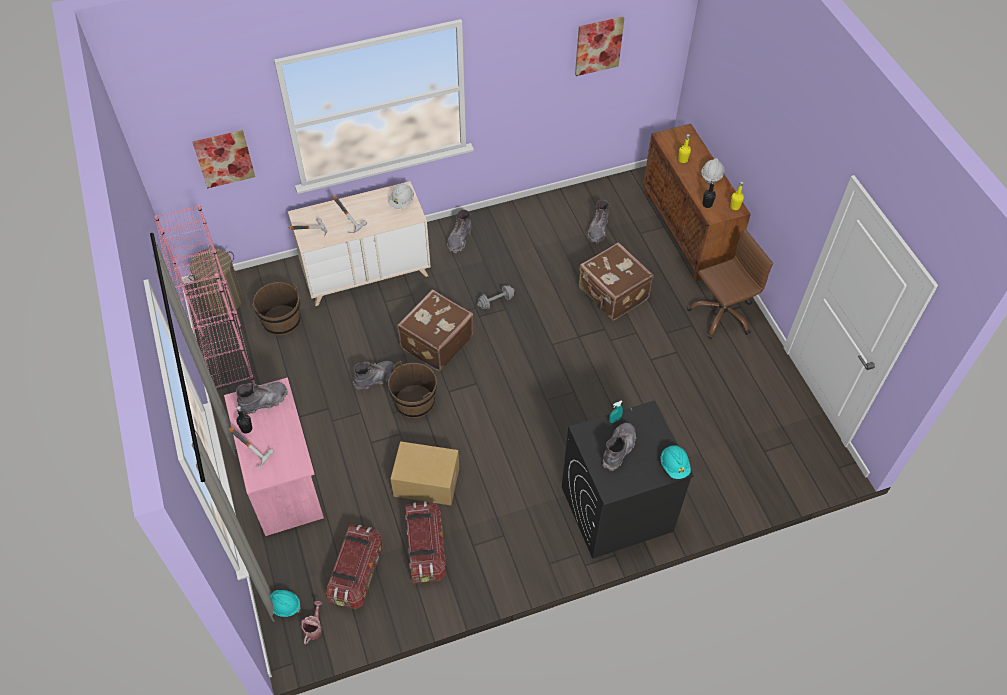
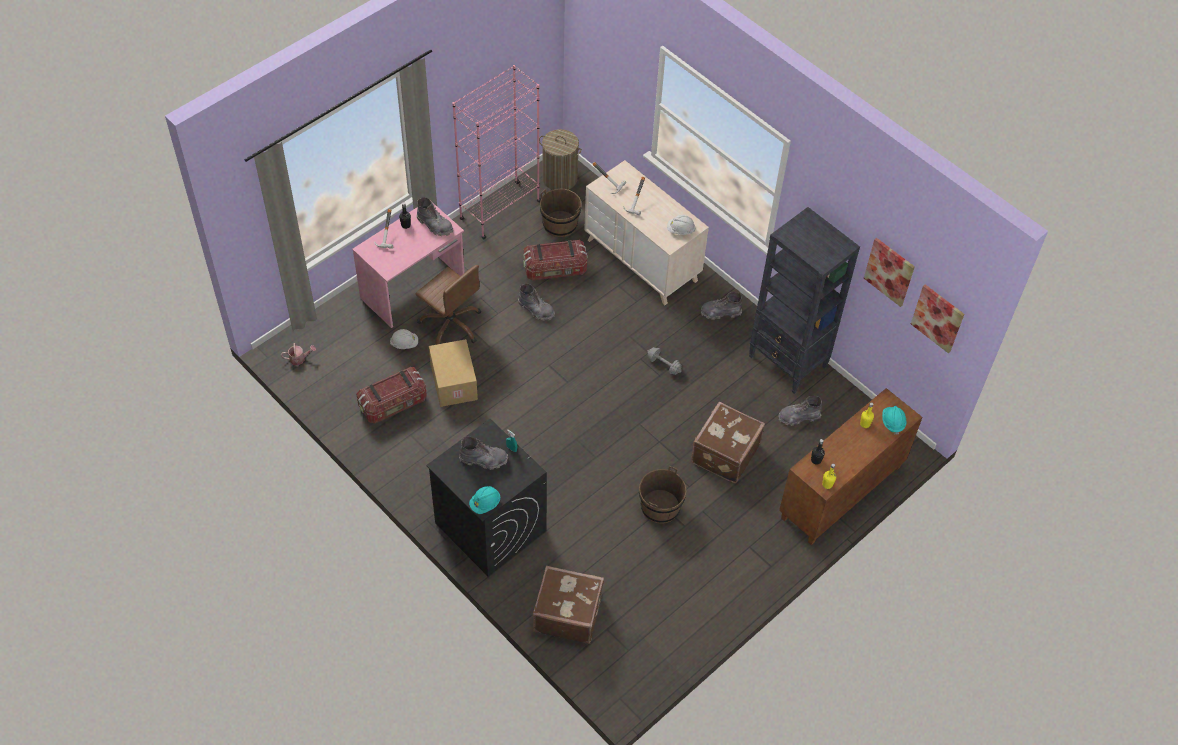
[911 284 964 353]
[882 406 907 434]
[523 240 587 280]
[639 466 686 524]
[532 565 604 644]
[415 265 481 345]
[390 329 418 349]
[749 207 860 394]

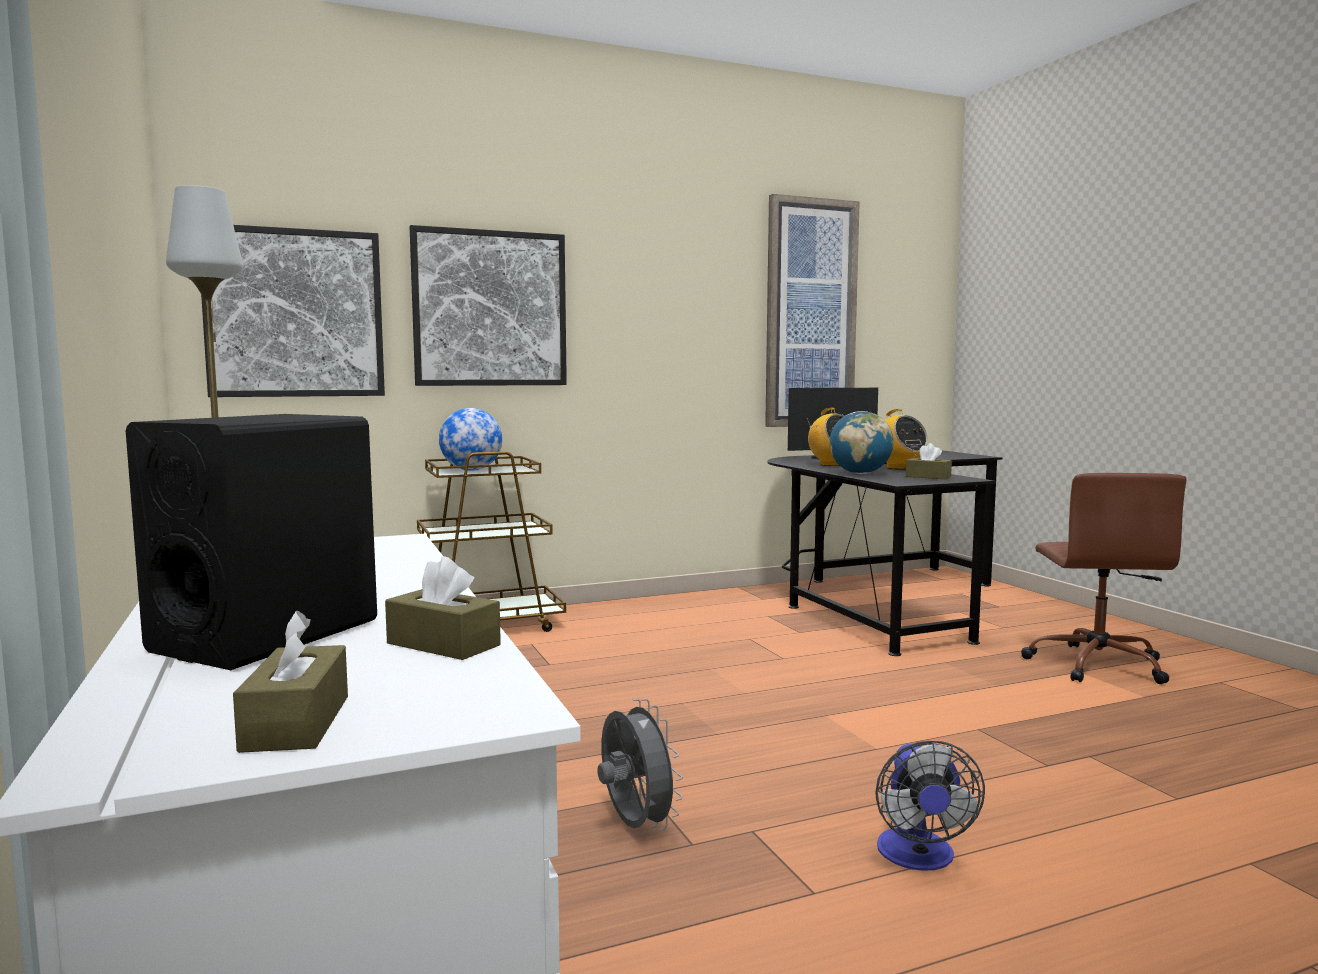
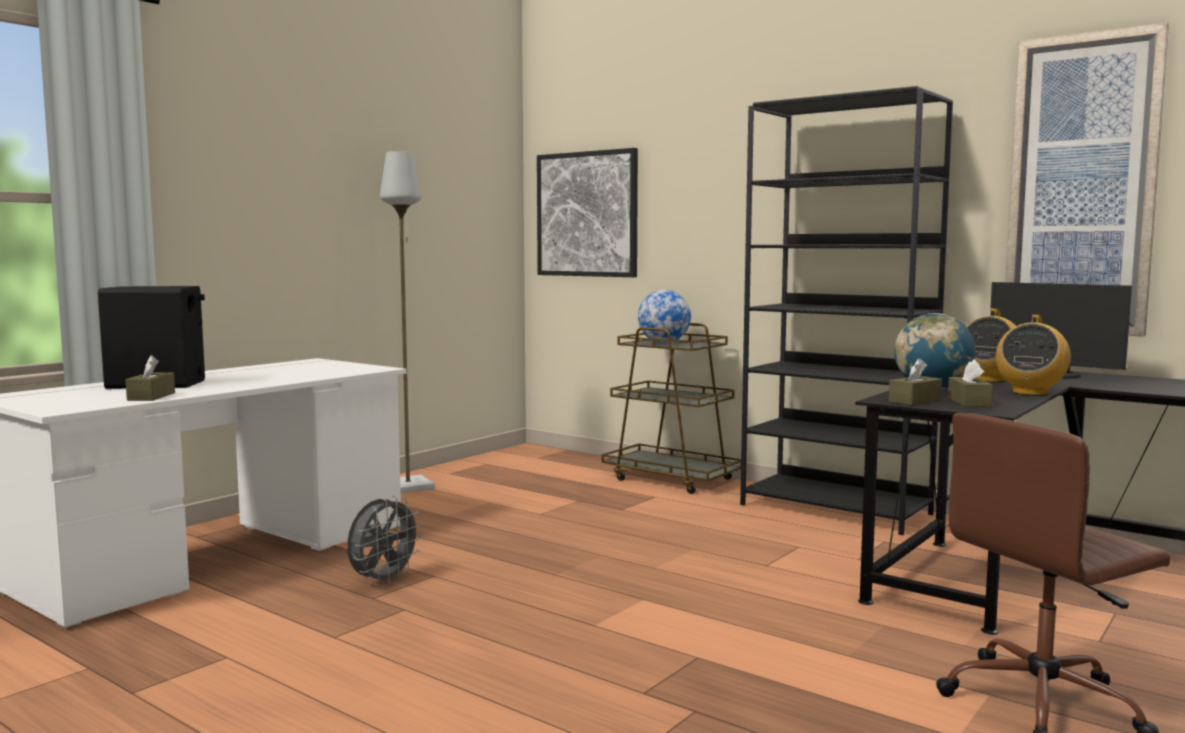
[889 358 942 405]
[410 225 567 386] (first image)
[875 741 985 871] (first image)
[740 86 953 535]

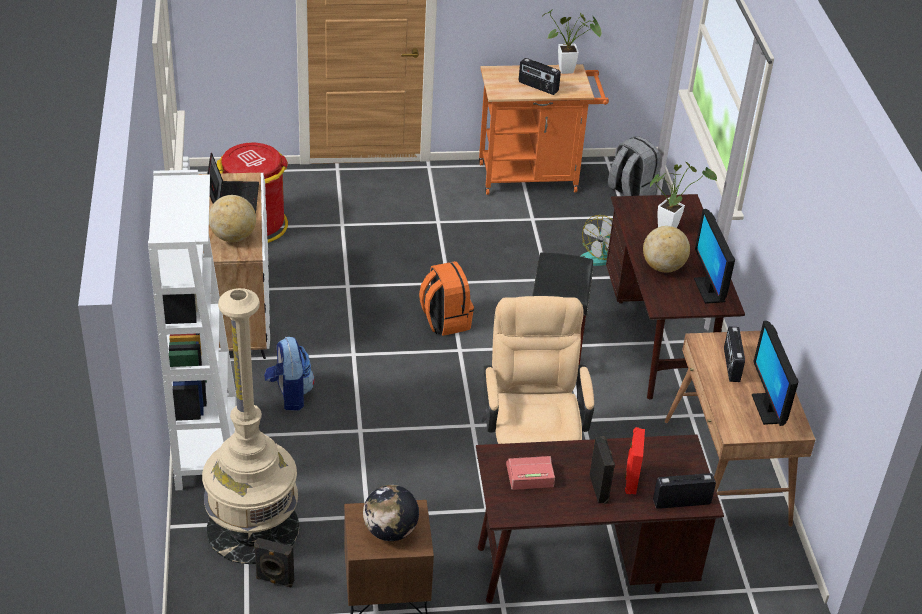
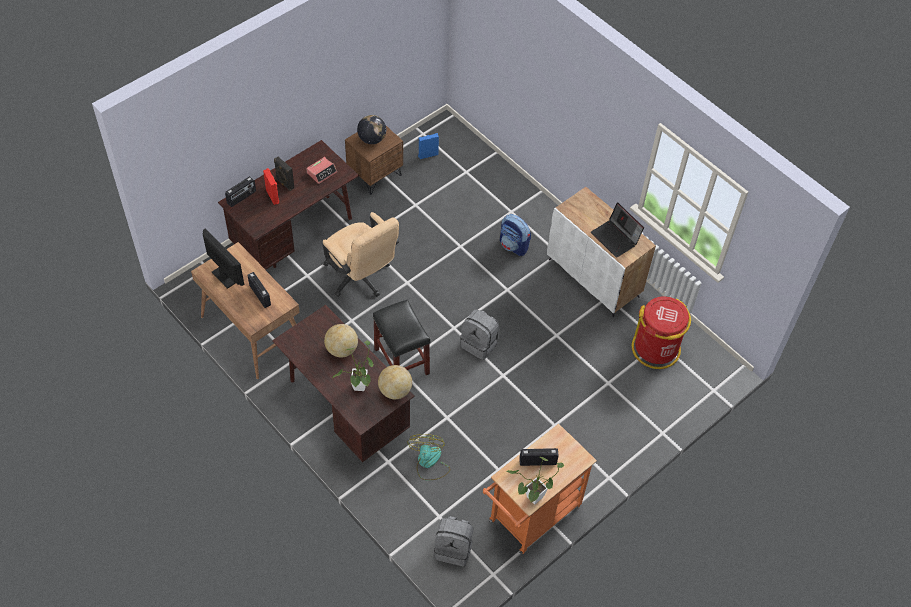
[148 170 237 490] (first image)
[202 288 299 564] (first image)
[378 365 412 399]
[418 133 439 159]
[460 309 499 360]
[694 209 735 304] (first image)

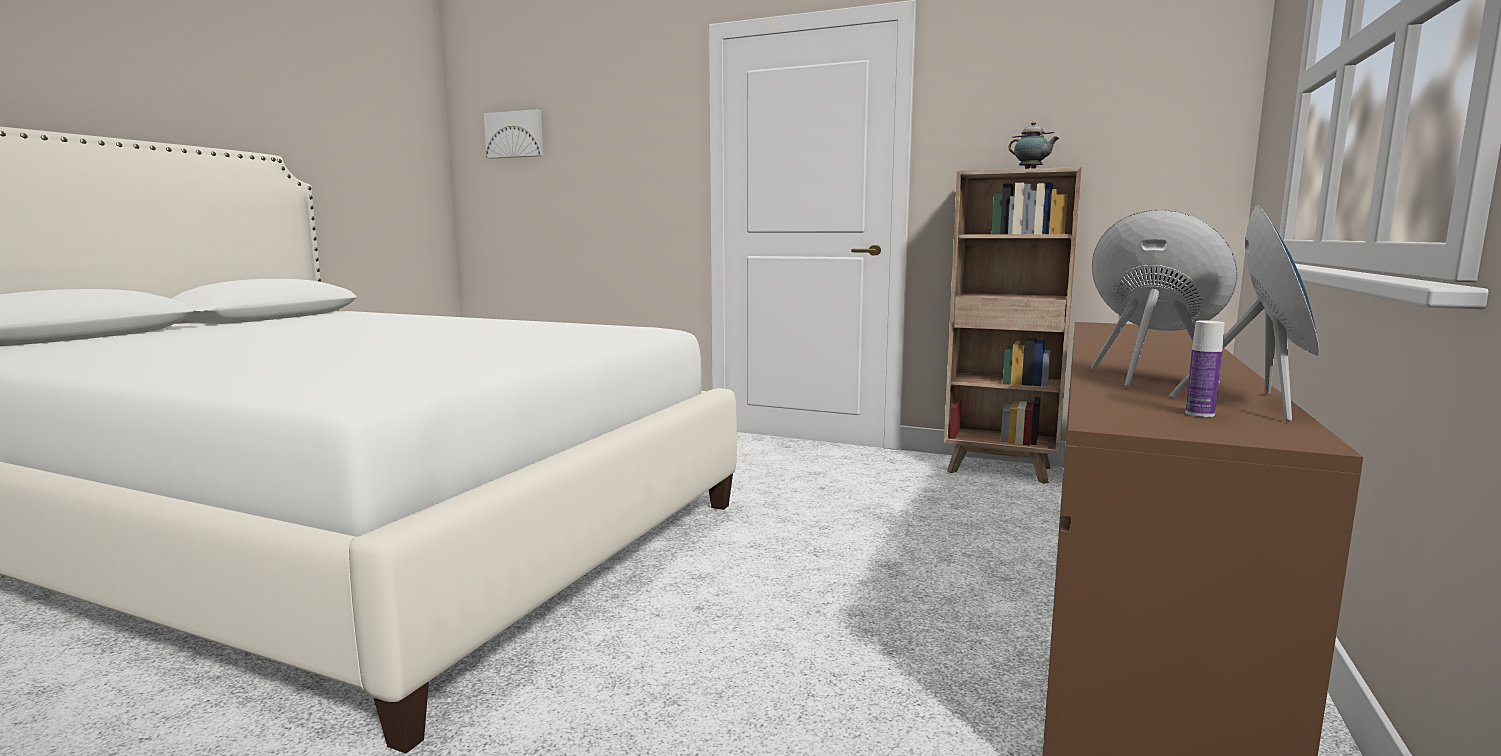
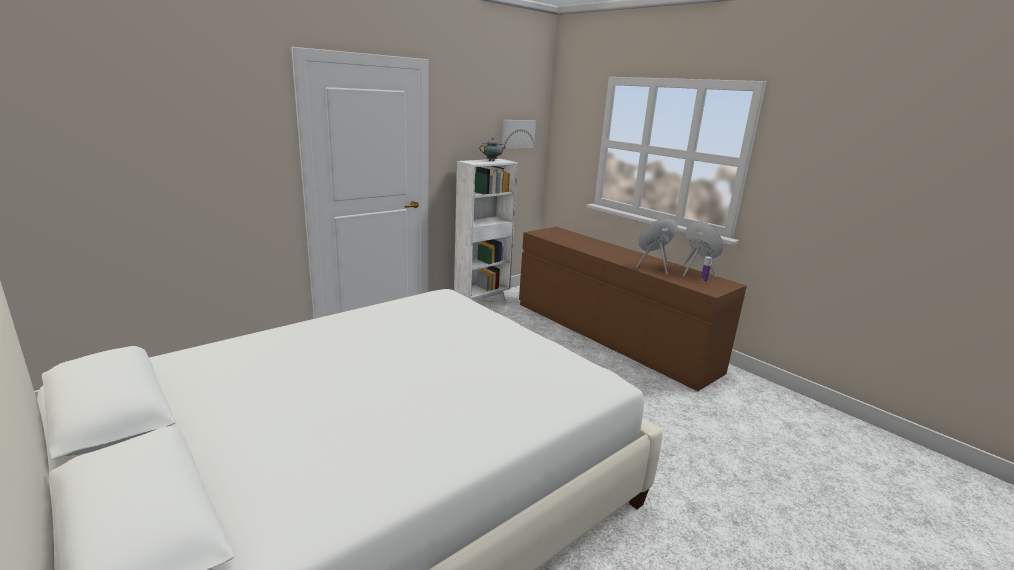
[502 120 536 149]
[454 159 518 304]

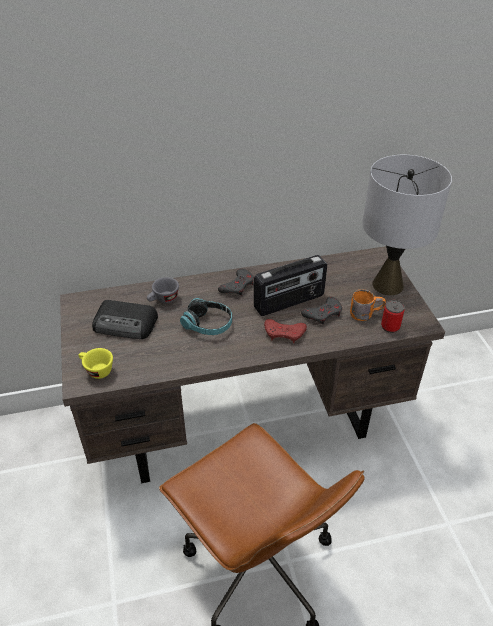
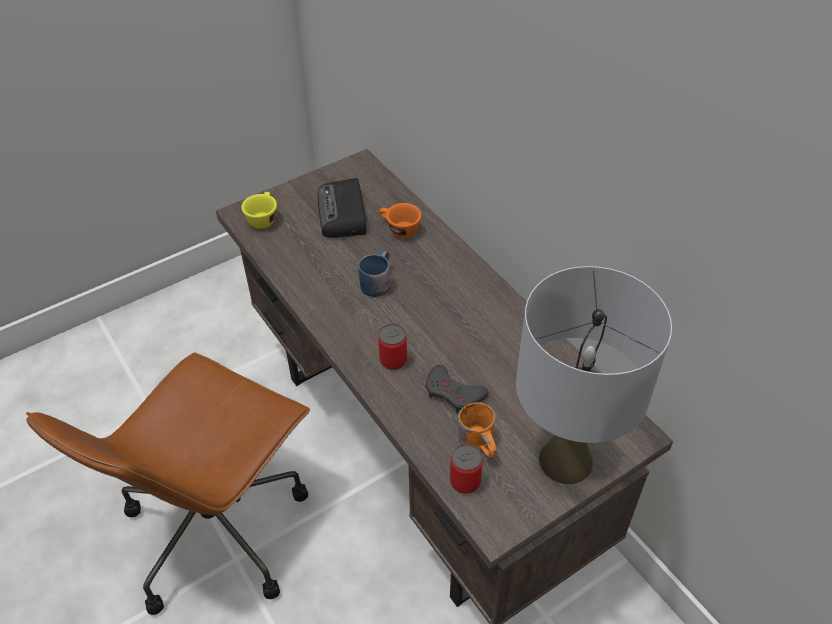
[379 203 422 238]
[358 249 390 297]
[218 269 254 296] (first image)
[254 255 327 316] (first image)
[378 324 407 370]

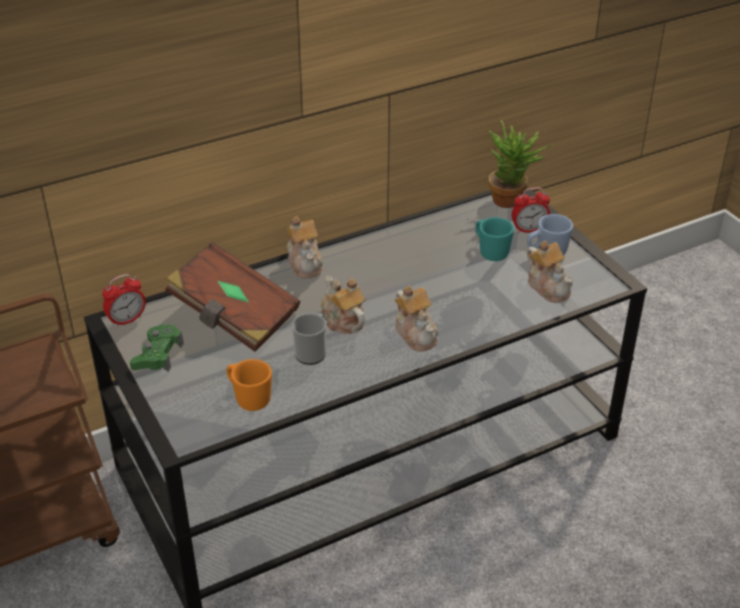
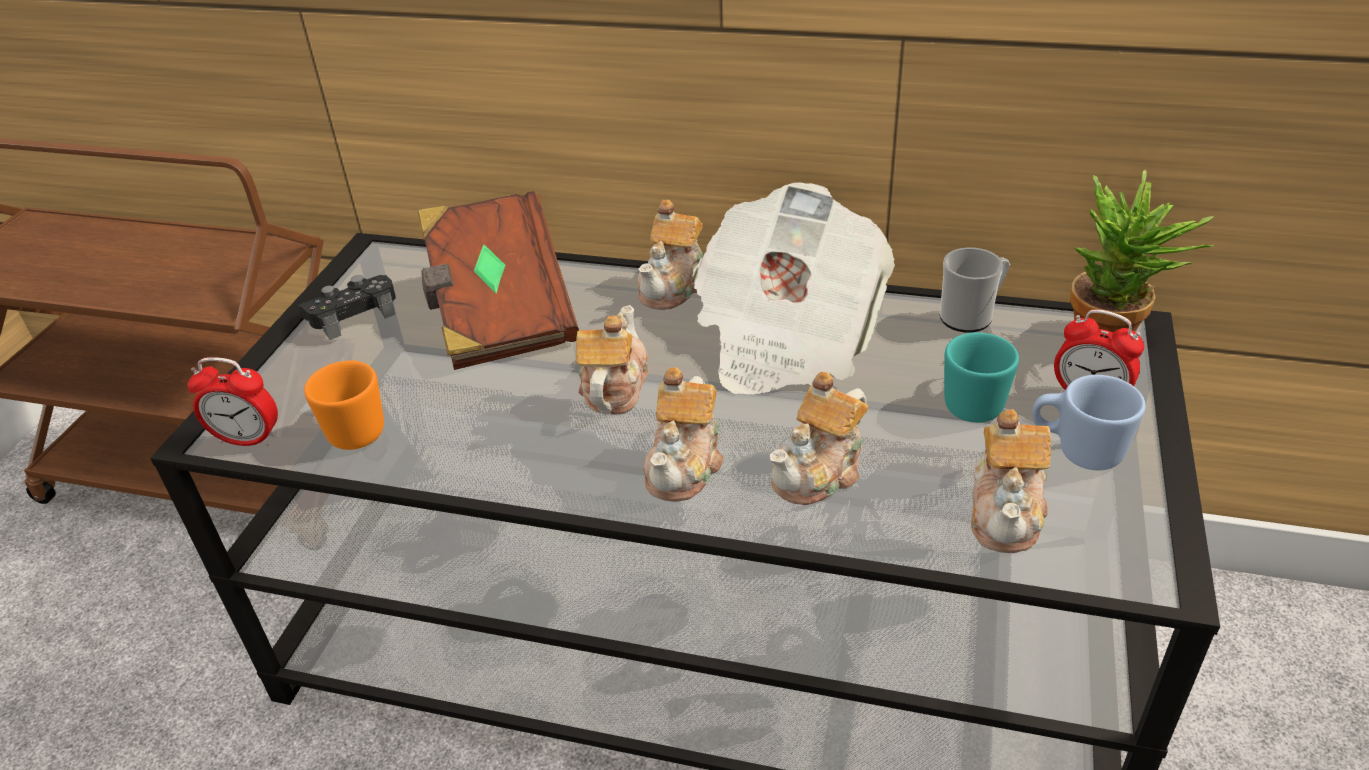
[187 357 278 446]
[298 275 396 340]
[940 248 1010 333]
[692 182 895 395]
[769 372 868 505]

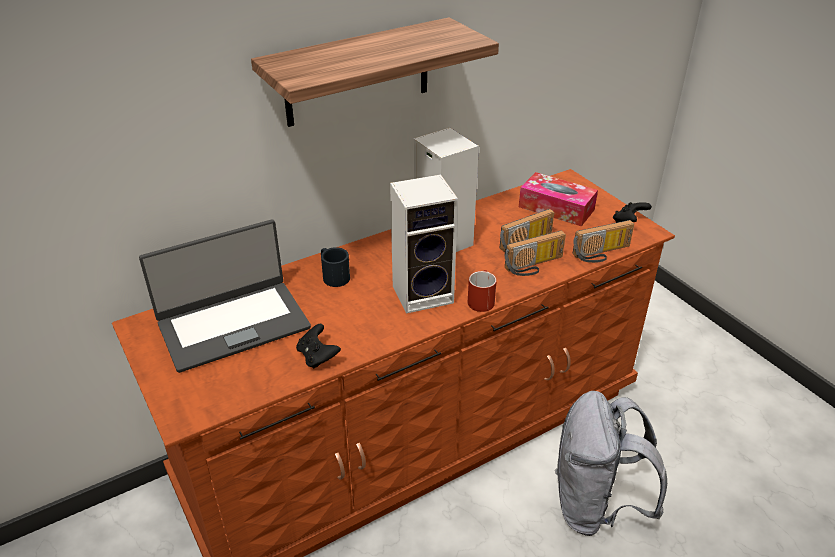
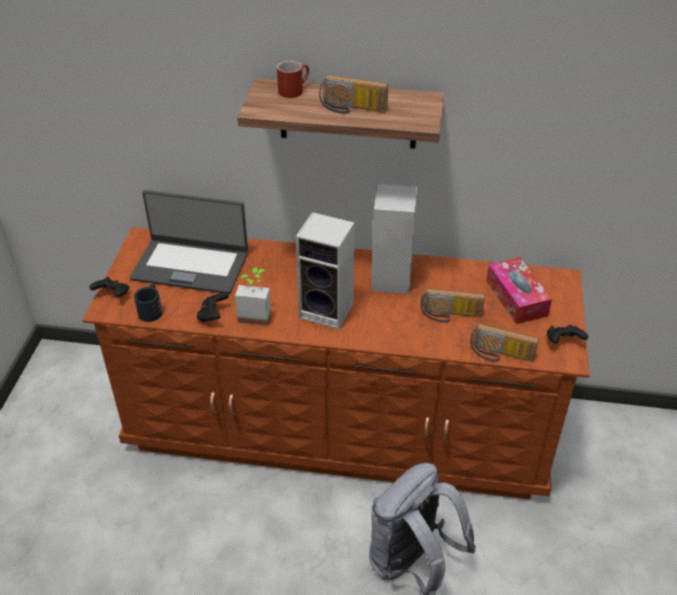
[134 284 162 322]
[277 61 309 98]
[319 75 388 114]
[90 277 130 298]
[235 267 271 326]

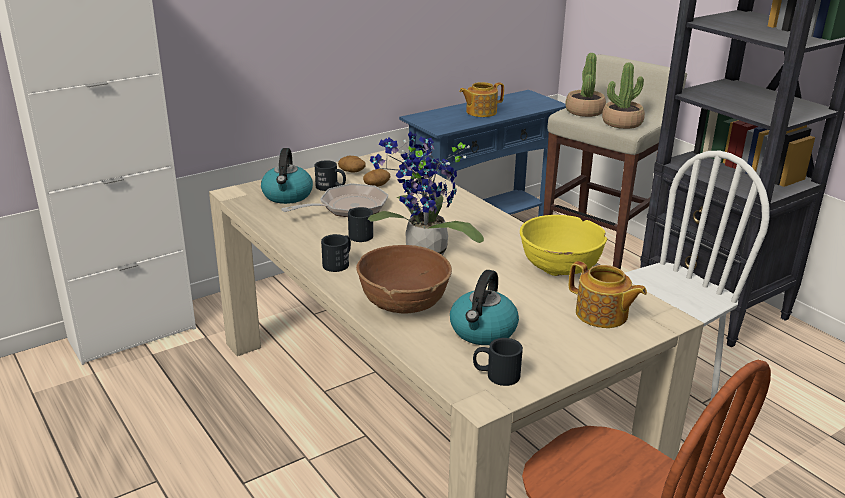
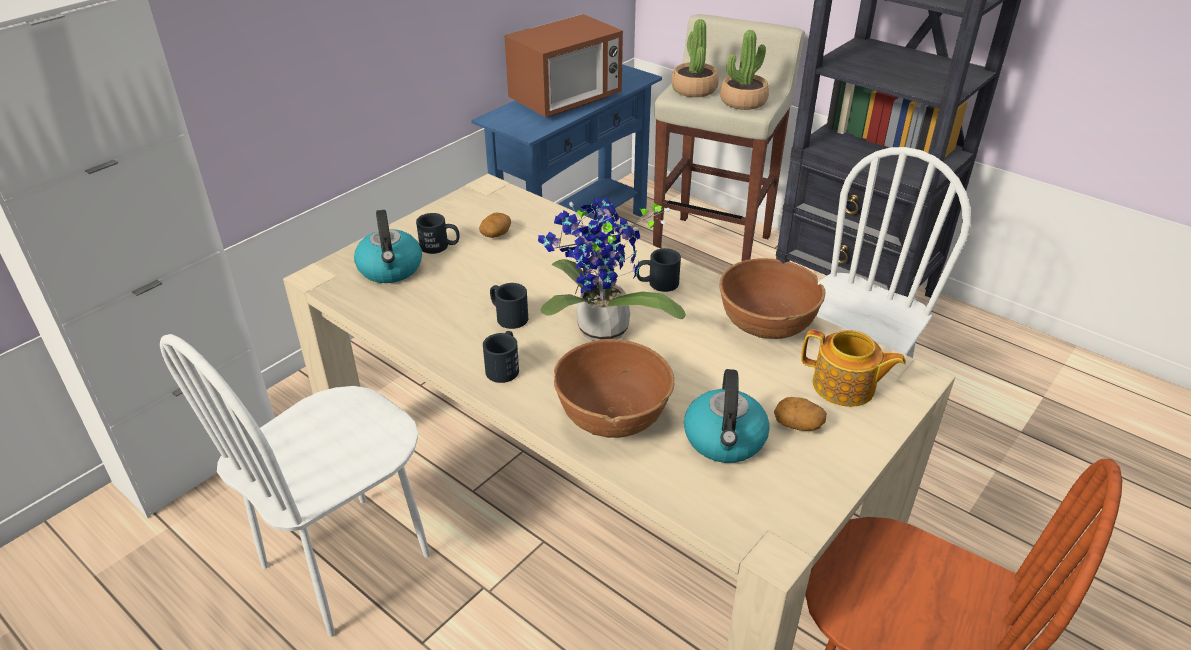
[281 183 388 217] (first image)
[774 397 827 431]
[504 14 623 117]
[636 248 681 292]
[719 258 825 339]
[160 334 430 637]

